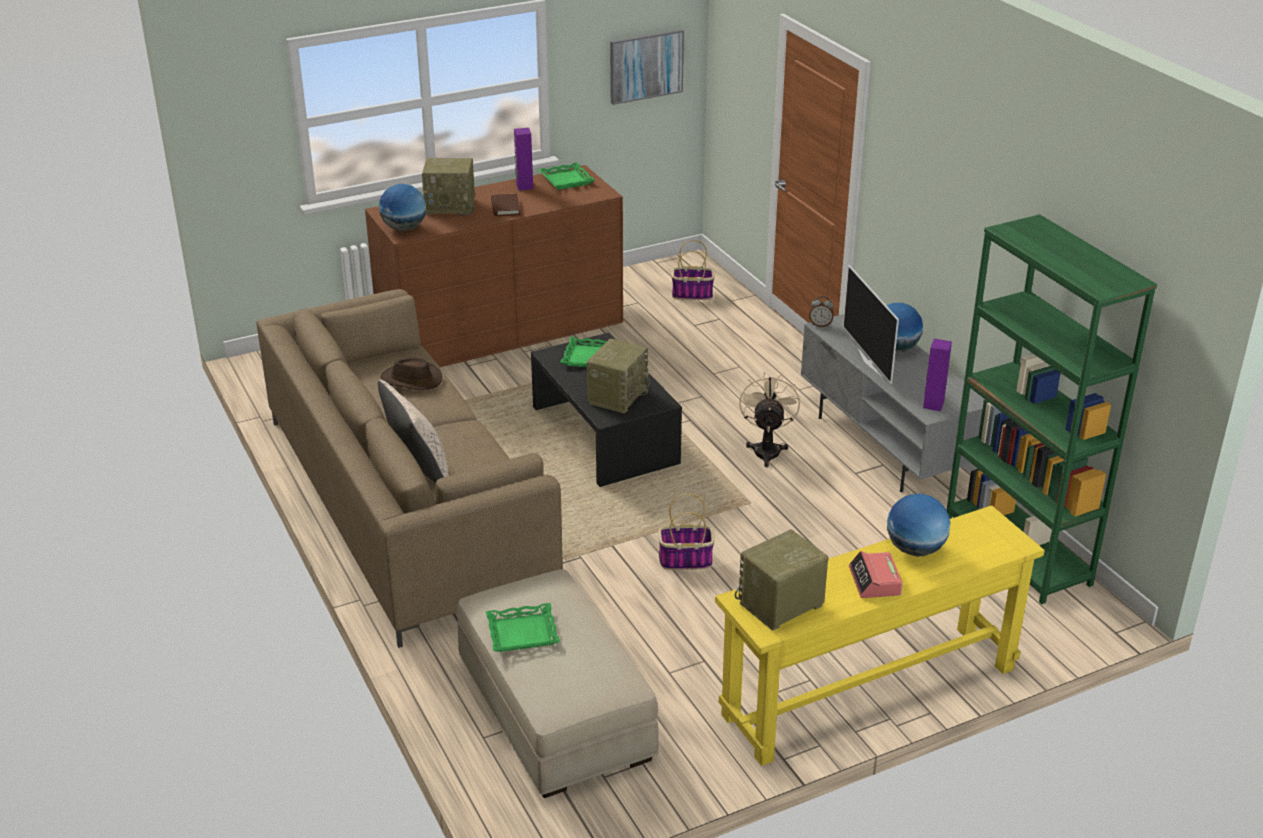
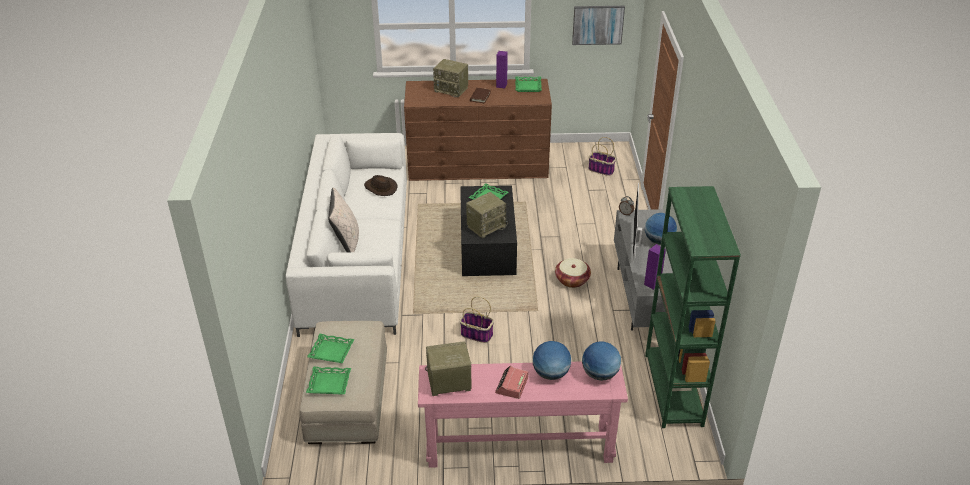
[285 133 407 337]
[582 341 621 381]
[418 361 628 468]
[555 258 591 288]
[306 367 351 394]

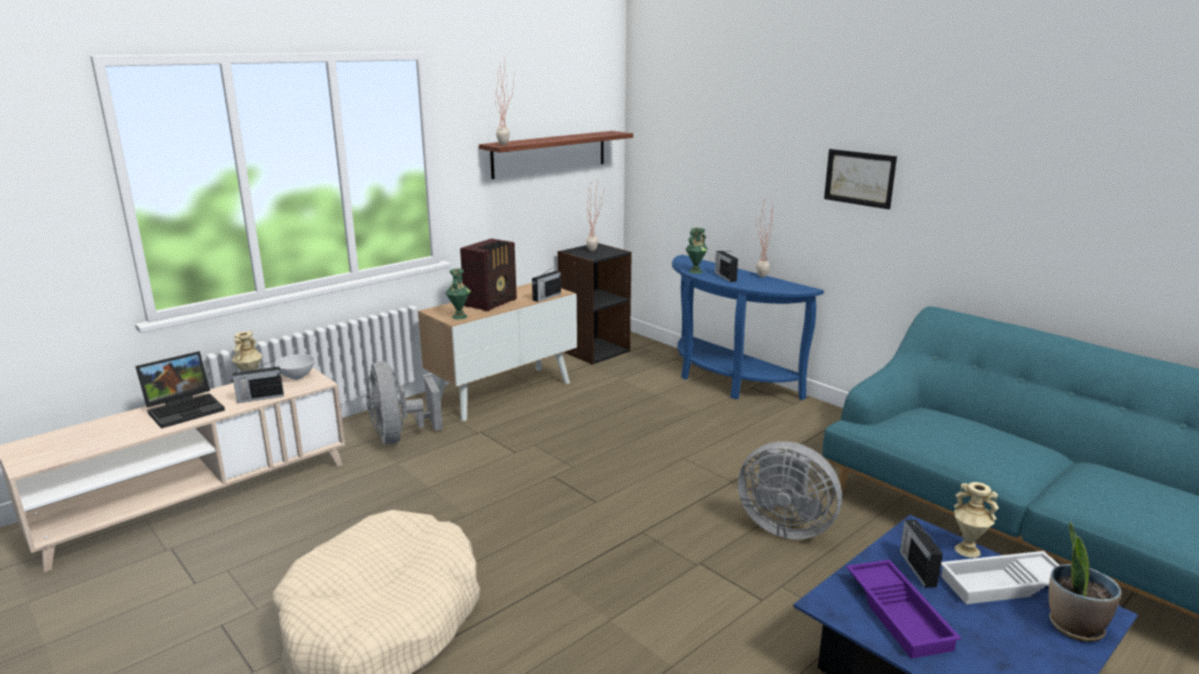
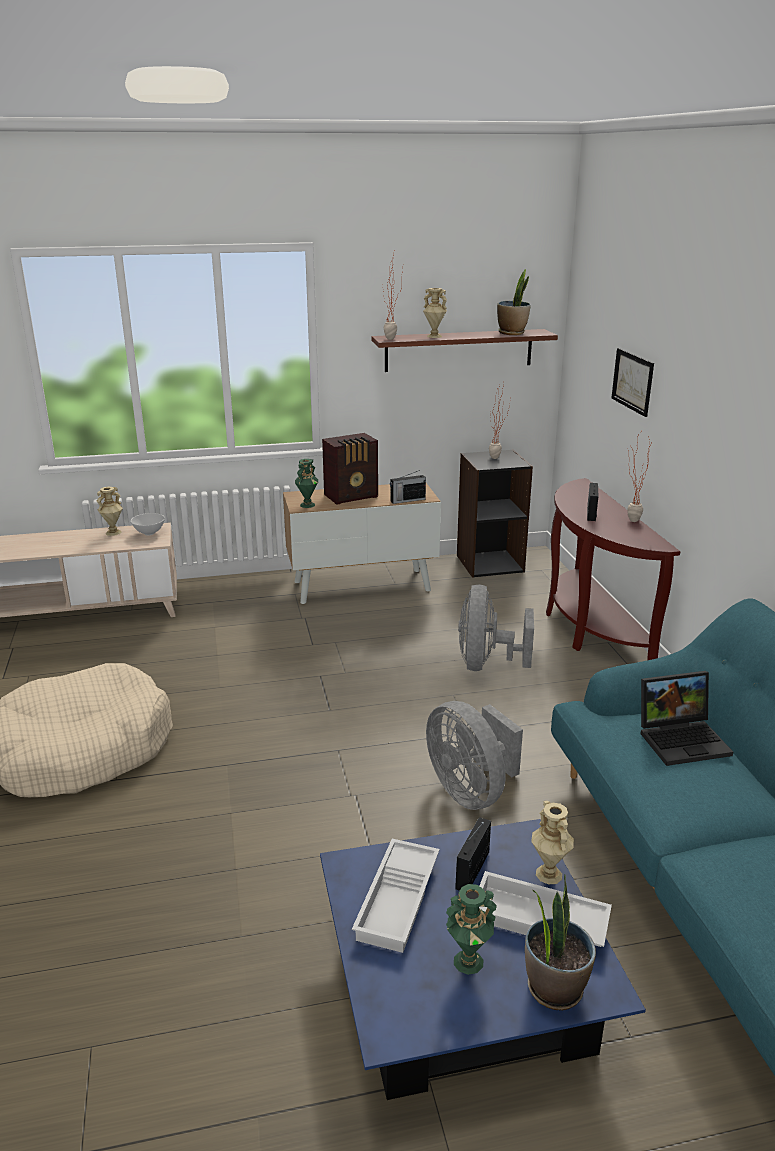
[640 671 733 766]
[231 361 284 403] (first image)
[458 584 534 671]
[546 478 680 660]
[446 884 497 975]
[612 348 654 417]
[352 839 440 953]
[423 288 447 338]
[497 269 531 335]

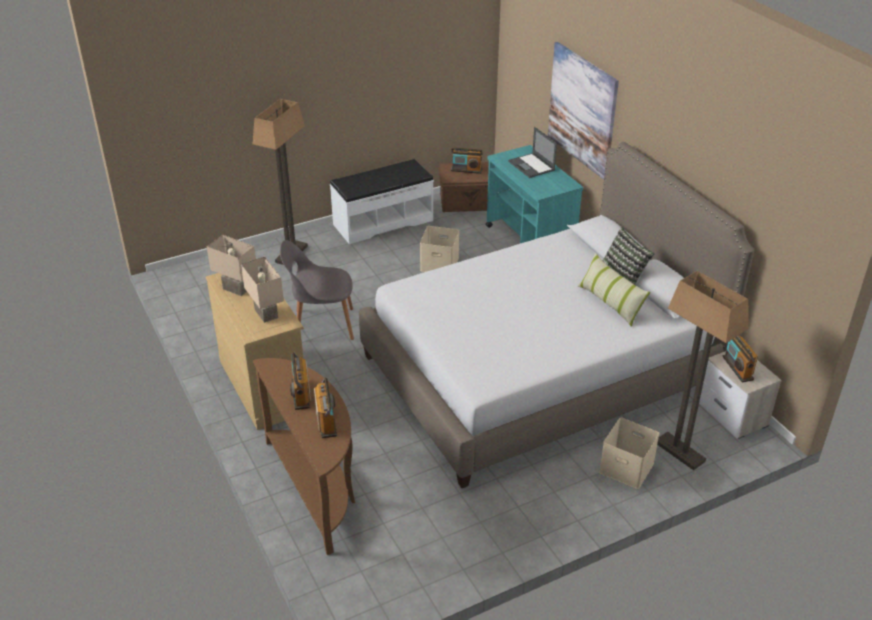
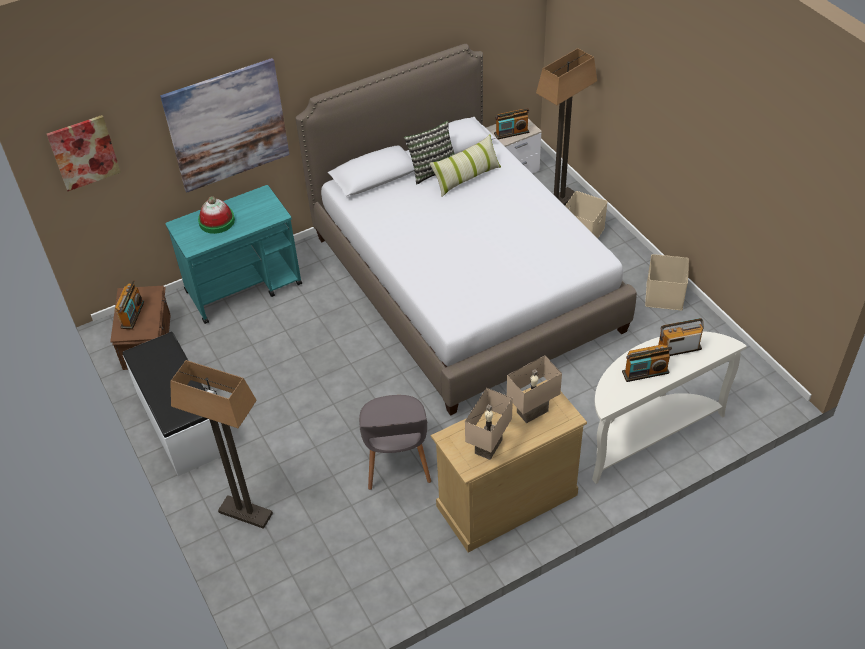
[592 331 747 484]
[645 254 689 310]
[198 196 235 234]
[47 115 121 191]

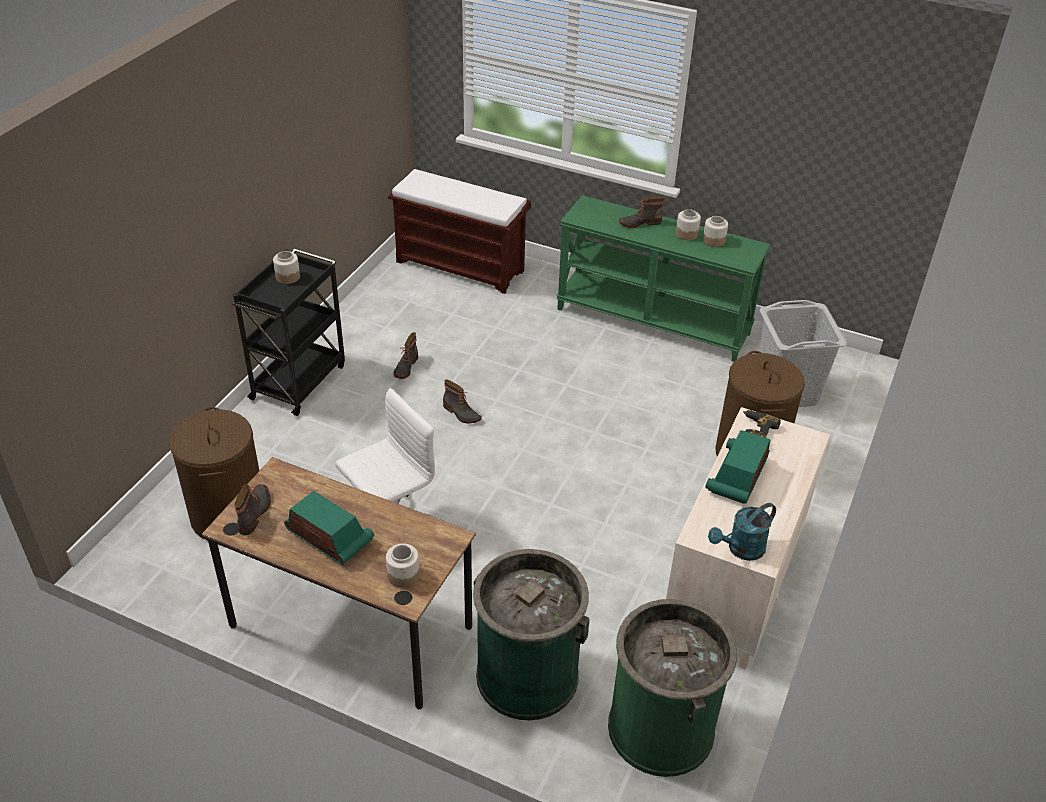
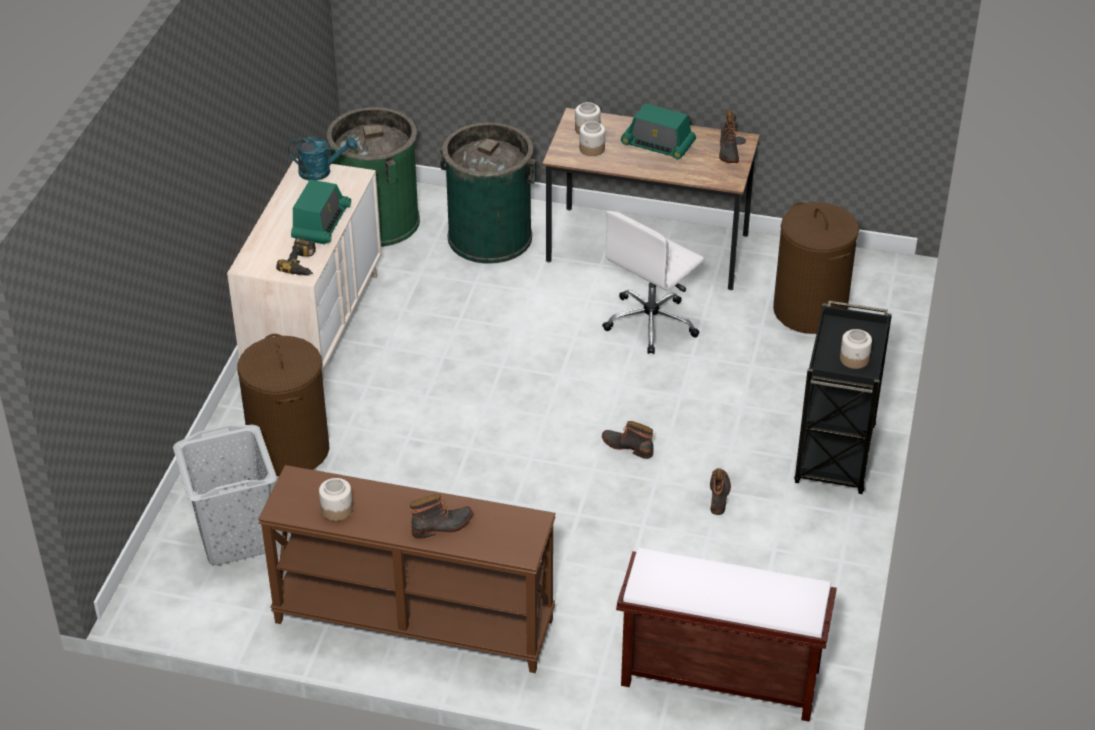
[258 465 556 673]
[579 121 605 156]
[288 136 357 181]

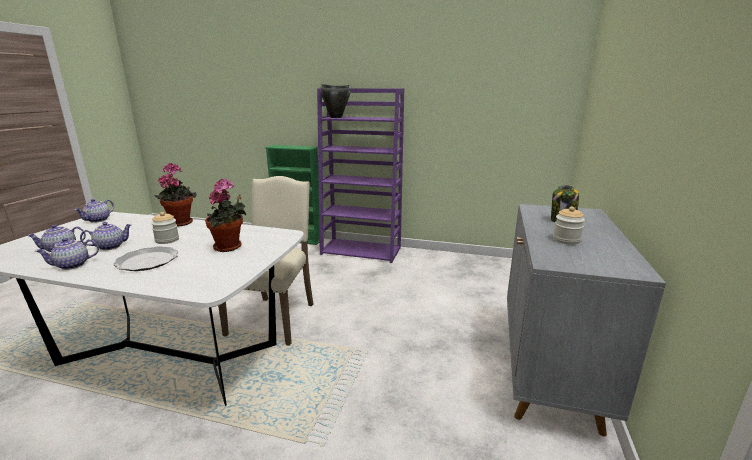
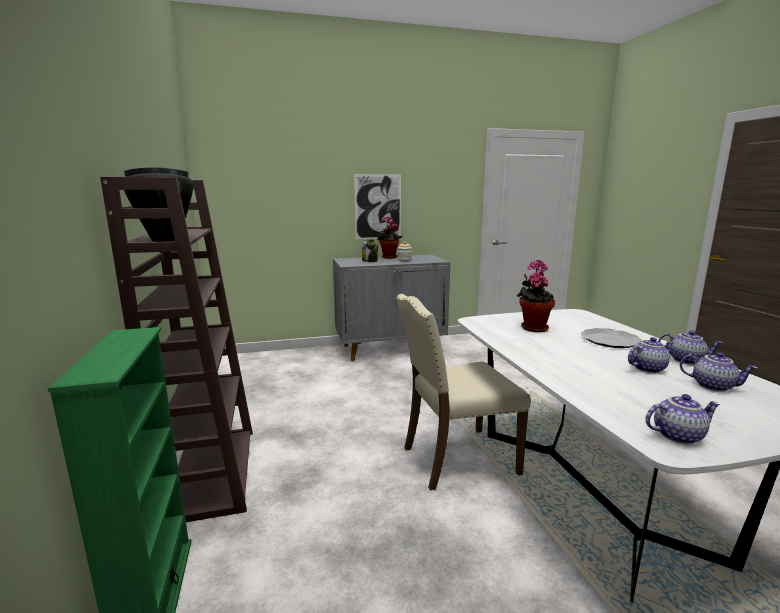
[628 337 674 373]
[151 212 179 244] (first image)
[377 216 402 259]
[100 177 253 522]
[354 174 401 239]

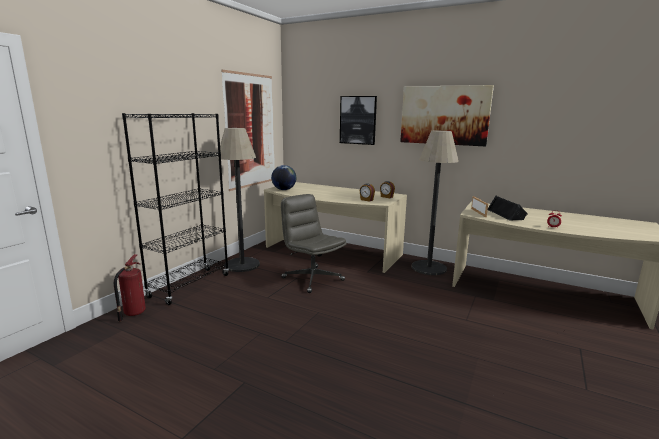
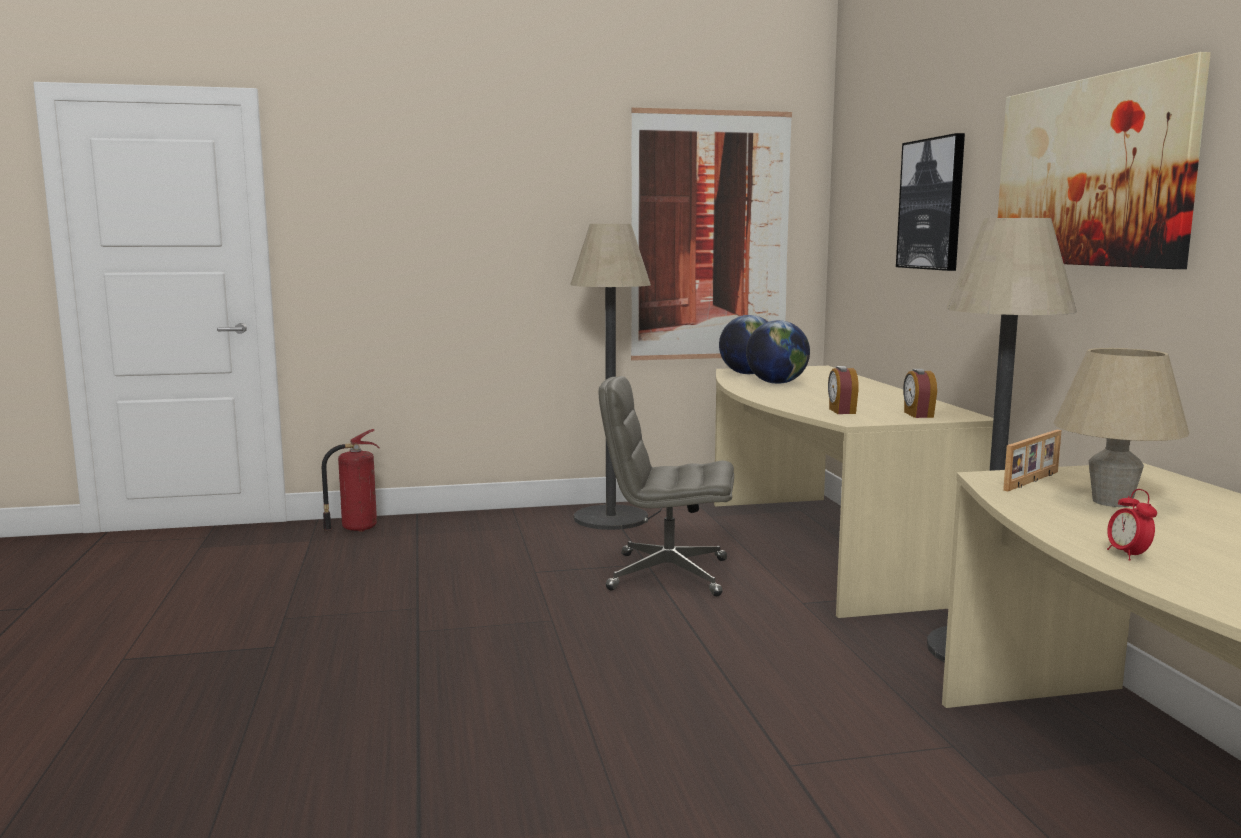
[122 113 229 305] (first image)
[599 376 734 596]
[1054 348 1189 507]
[746 320 810 384]

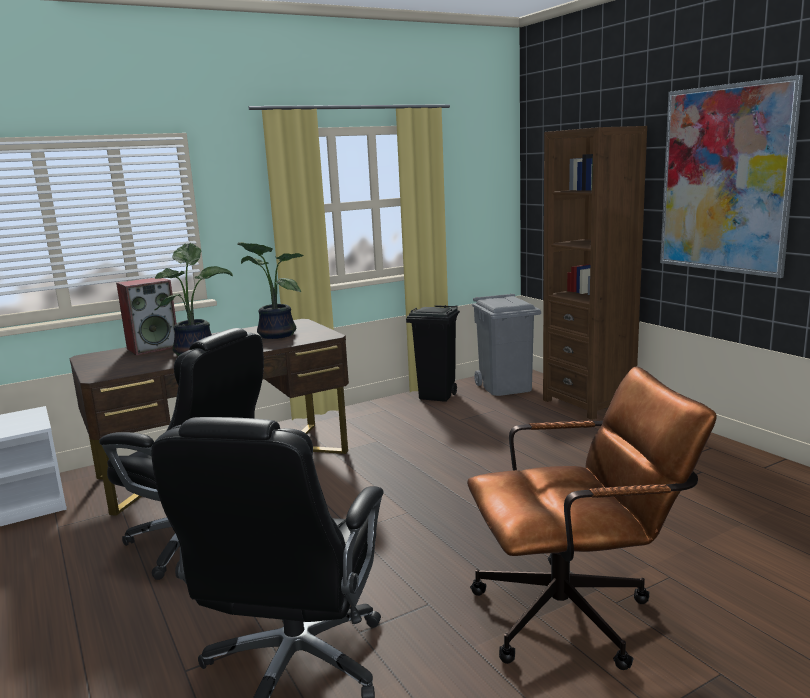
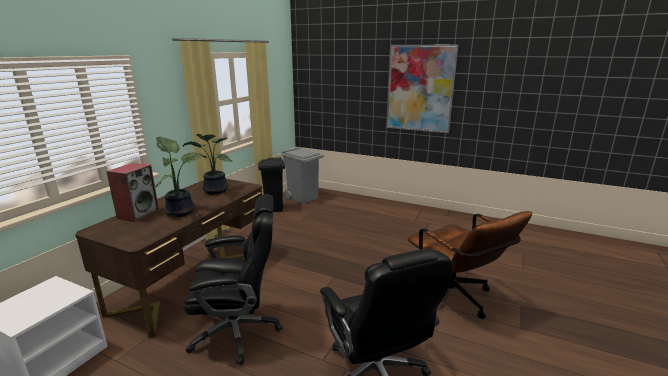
[408 211 532 319]
[543 126 647 420] (first image)

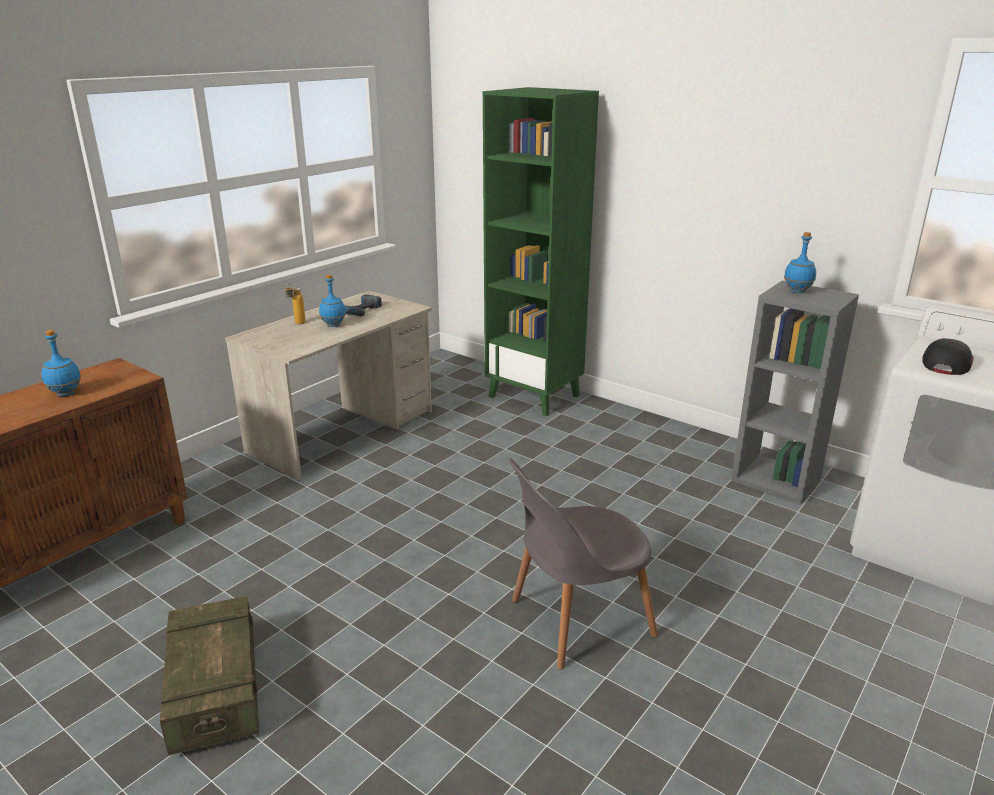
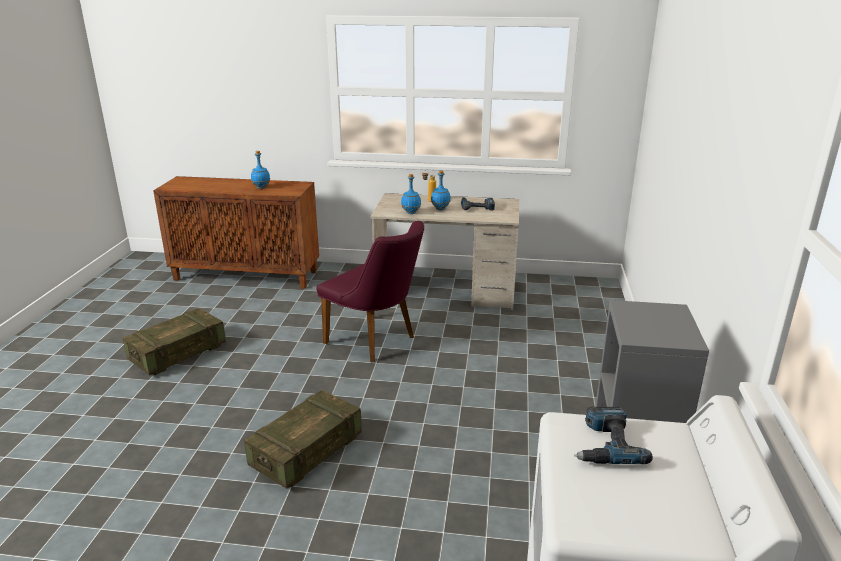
[483 87 599 416] (first image)
[244 390 362 489]
[401 174 421 214]
[574 407 653 464]
[317 221 424 362]

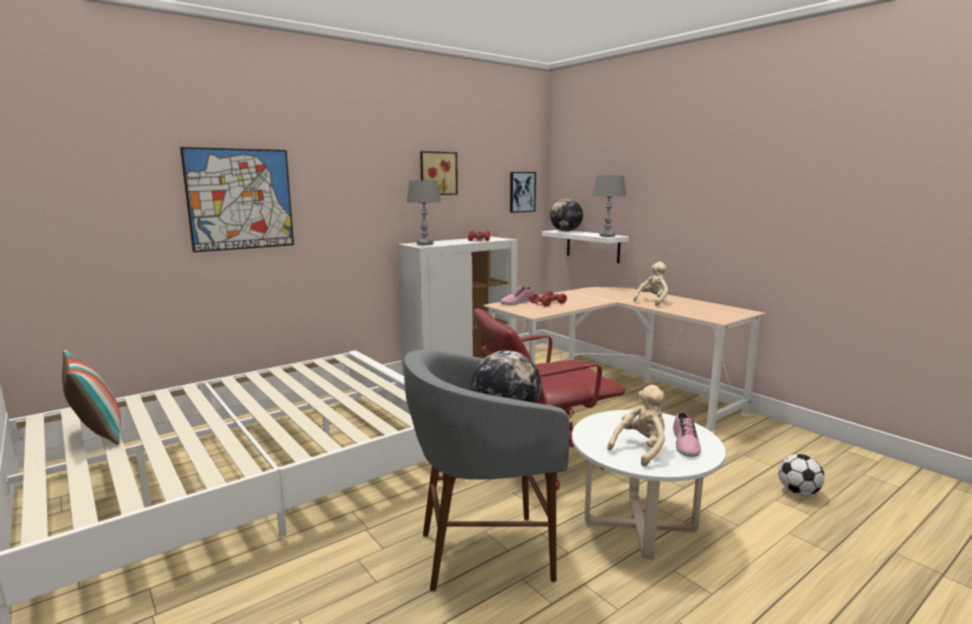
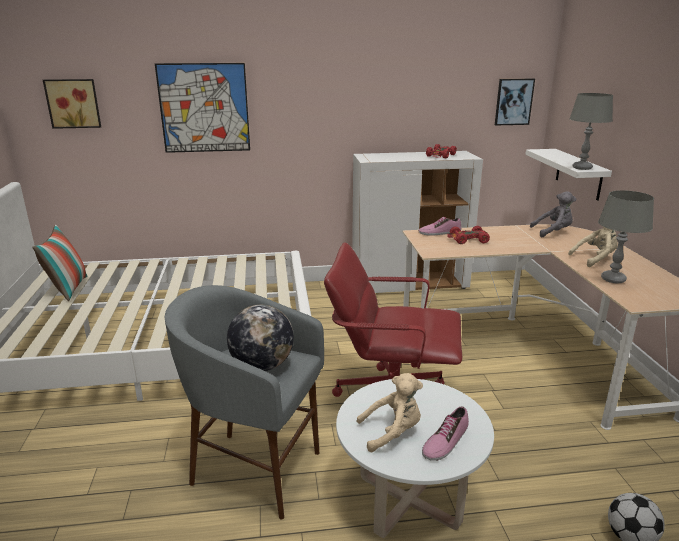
[598 190 654 284]
[43 79 101 129]
[550 198 583 232] (first image)
[530 191 576 237]

